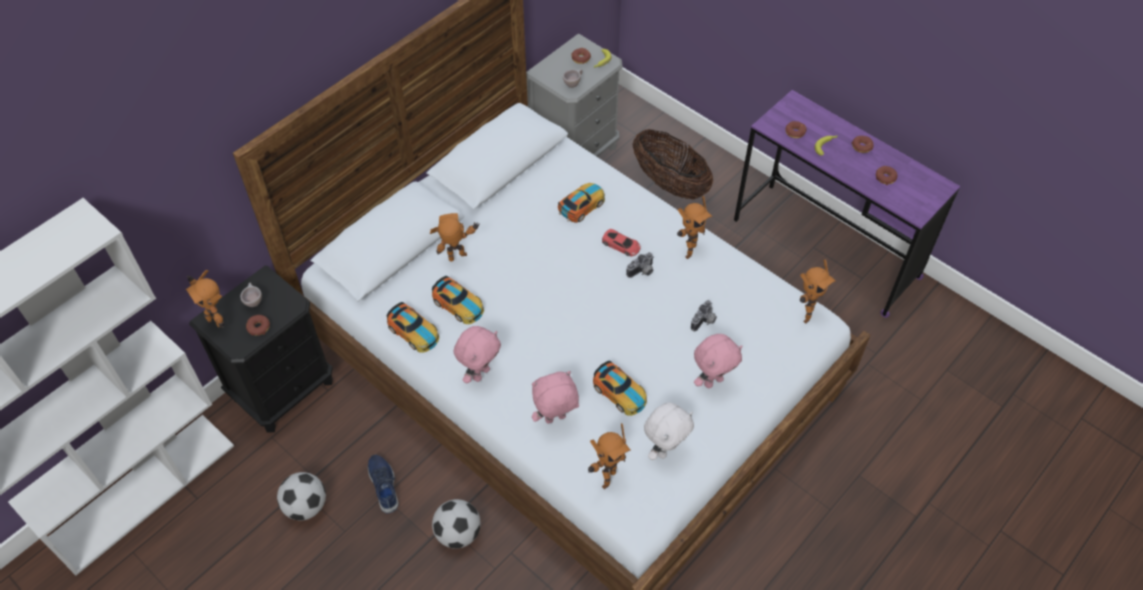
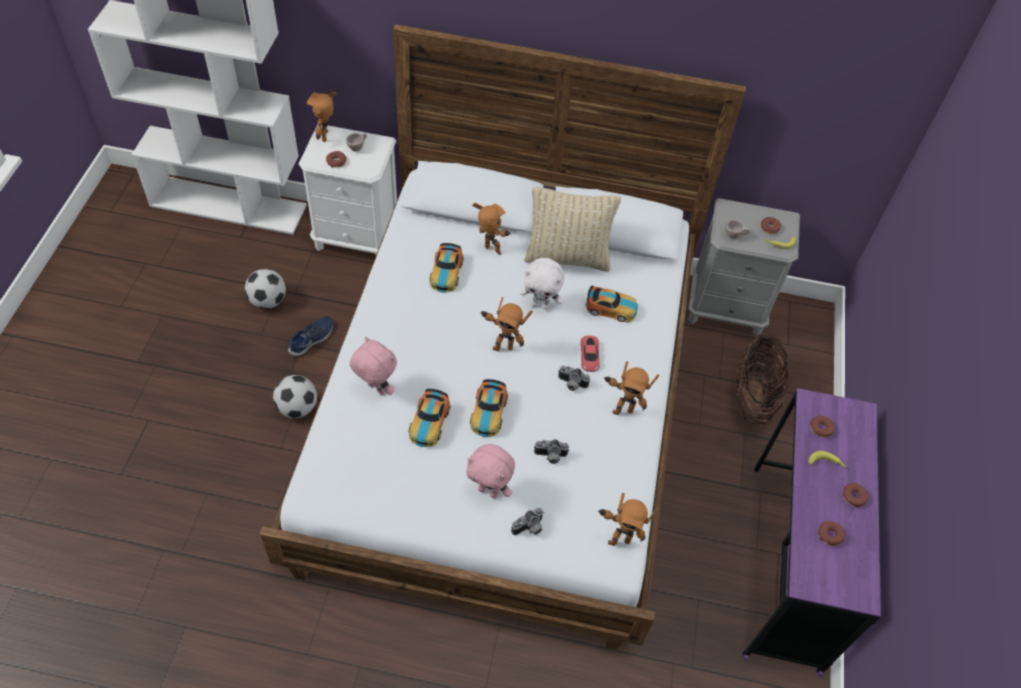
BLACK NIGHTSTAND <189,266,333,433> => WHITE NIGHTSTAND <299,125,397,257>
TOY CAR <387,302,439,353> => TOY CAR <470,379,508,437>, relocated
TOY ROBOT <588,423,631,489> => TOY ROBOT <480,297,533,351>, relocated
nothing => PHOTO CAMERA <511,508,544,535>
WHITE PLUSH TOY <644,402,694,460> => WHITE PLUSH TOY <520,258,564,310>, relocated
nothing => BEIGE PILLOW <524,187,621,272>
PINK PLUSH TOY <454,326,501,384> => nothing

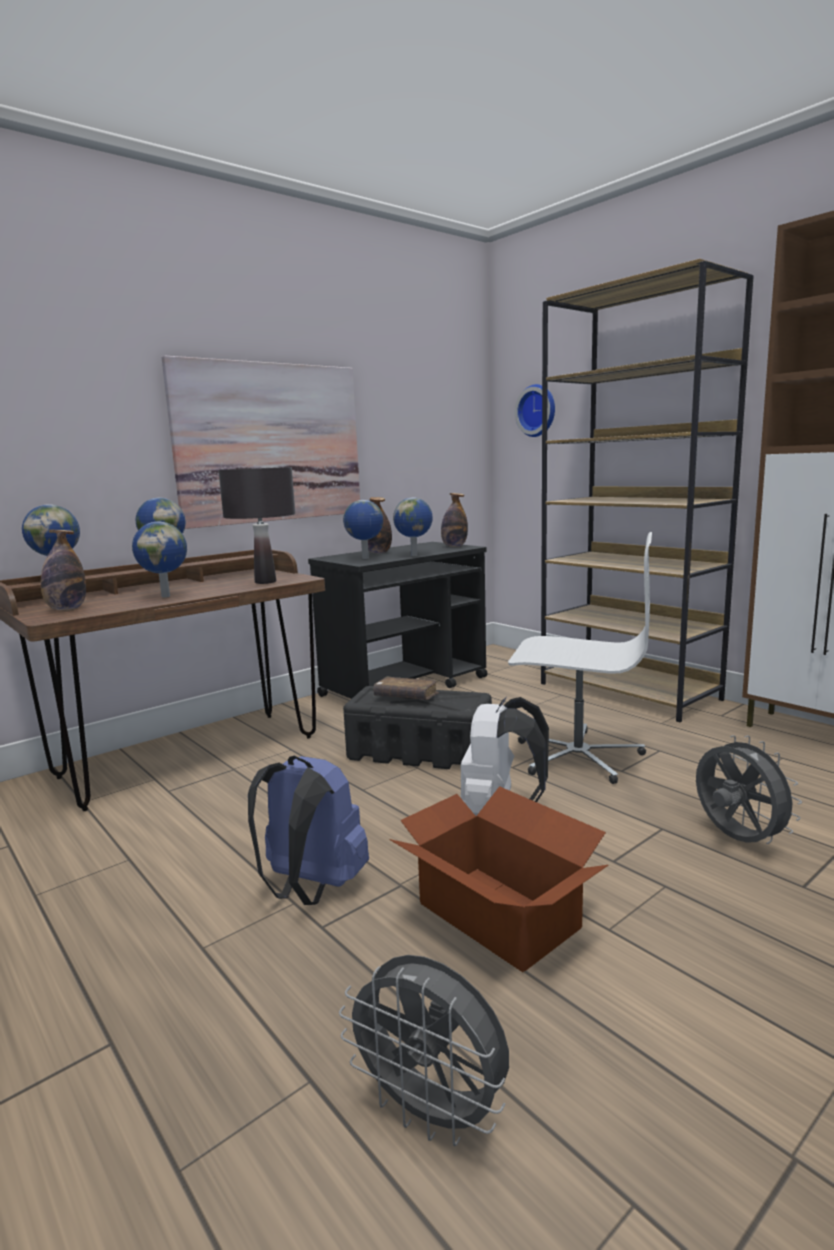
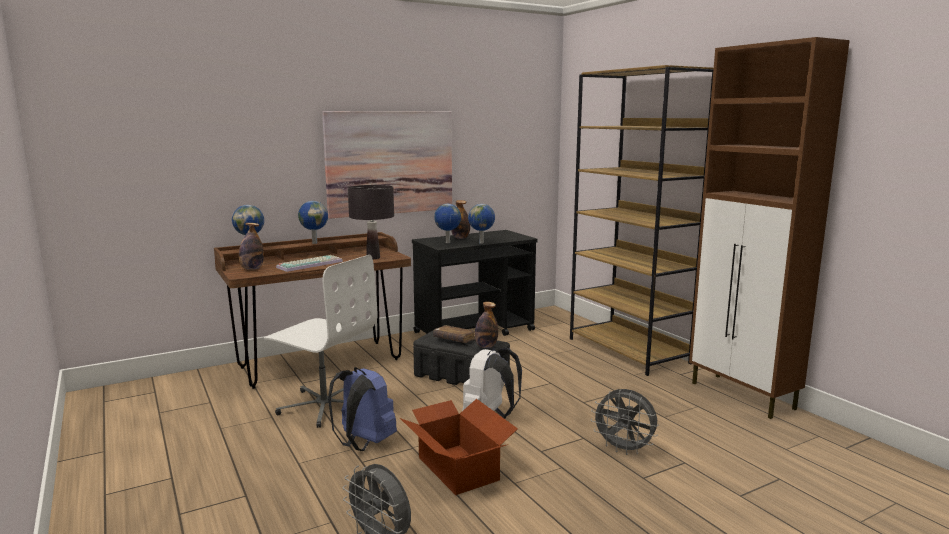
WHITE OFFICE CHAIR <508,532,652,784> => WHITE OFFICE CHAIR <264,255,378,428>, relocated
GLOBE <132,522,187,597> => KEYBOARD <276,255,343,272>
BOTTLE <441,493,468,547> => BOTTLE <475,302,498,348>, relocated
GREY FAN <696,735,802,844> => GREY FAN <591,389,658,455>, 135 degrees clockwise
WALL CLOCK <515,384,555,437> => nothing

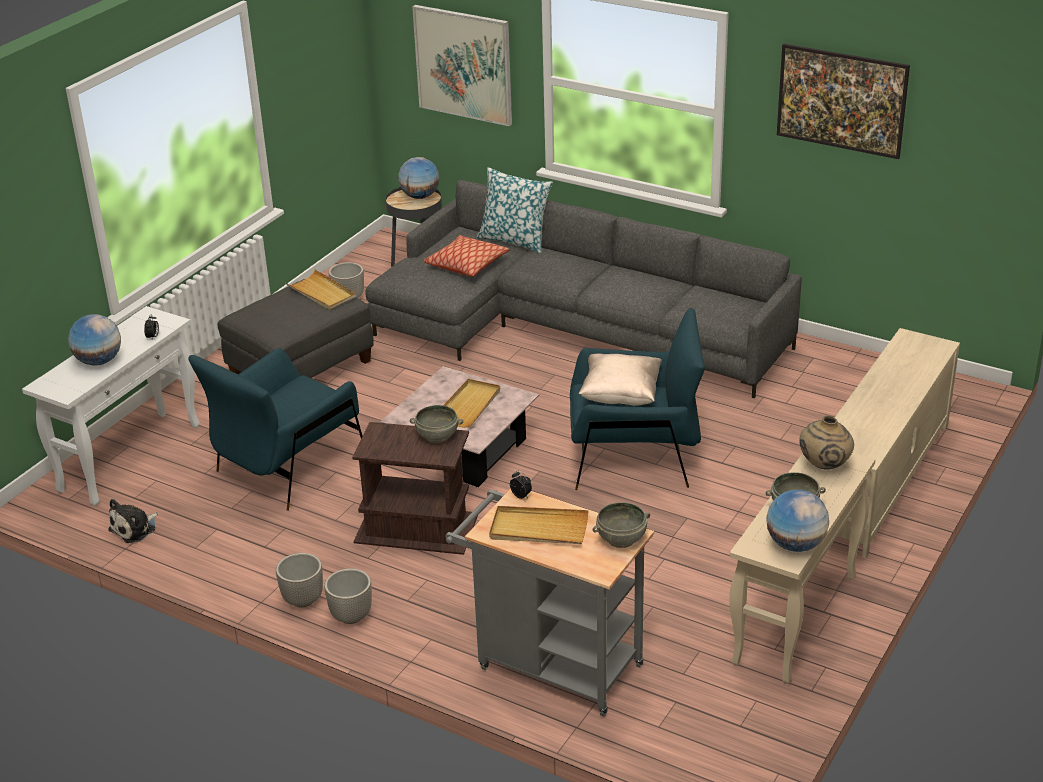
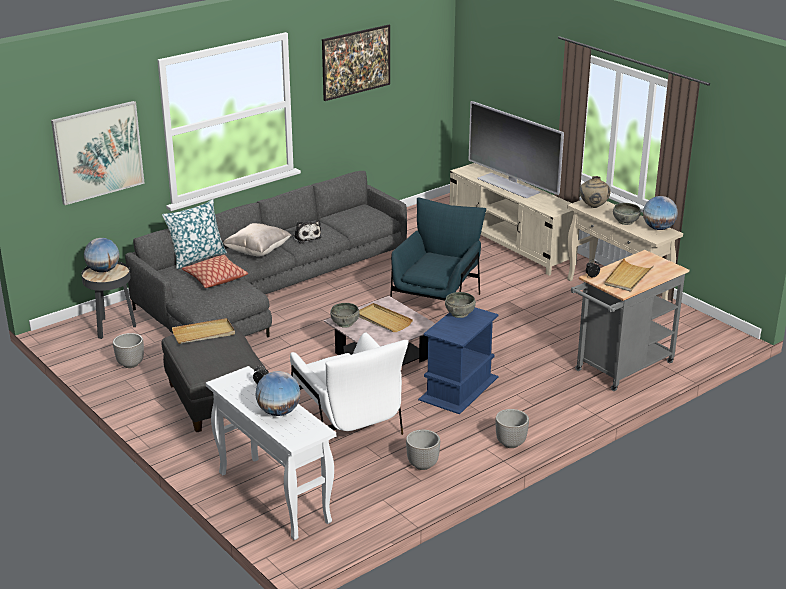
BEIGE PILLOW <578,354,662,405> => BEIGE PILLOW <223,223,292,257>, relocated
BLUE ARMCHAIR <188,348,362,511> => WHITE ARMCHAIR <290,332,408,435>
PLUSH TOY <108,499,158,543> => PLUSH TOY <293,220,321,244>, relocated
GREY BOWL <593,502,650,548> => GREY BOWL <330,303,360,328>, relocated
PLANTER <324,569,372,624> => PLANTER <406,430,440,470>, relocated
BROWN SIDE TABLE <352,422,478,555> => BLUE SIDE TABLE <418,307,499,414>
nothing => TELEVISION <469,101,564,198>

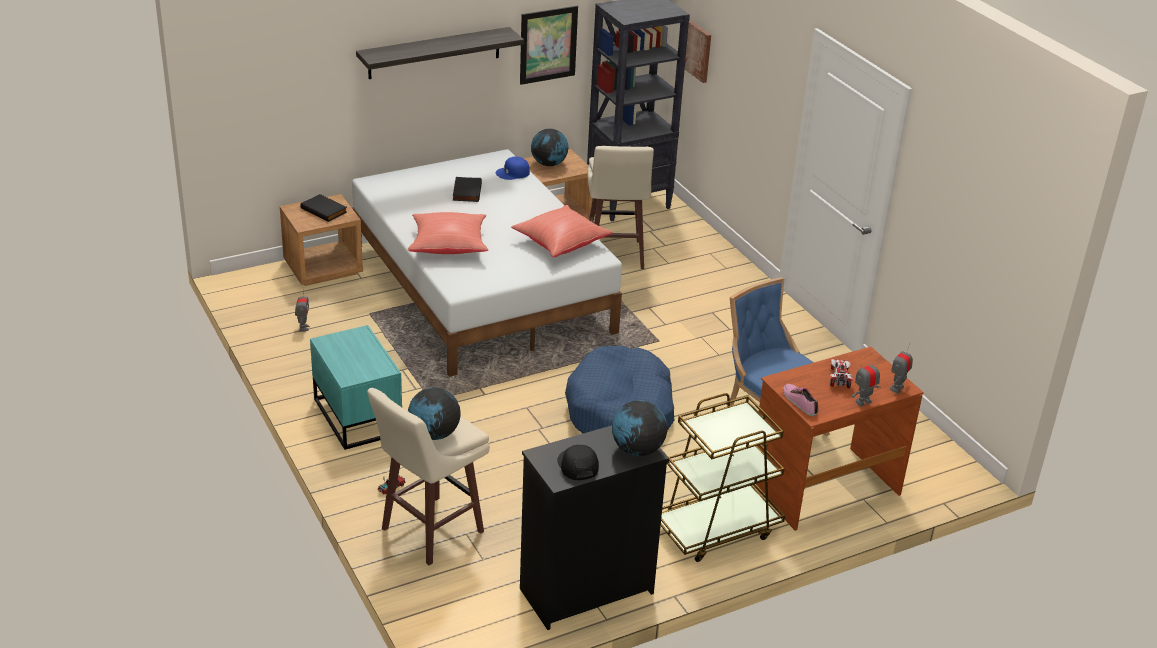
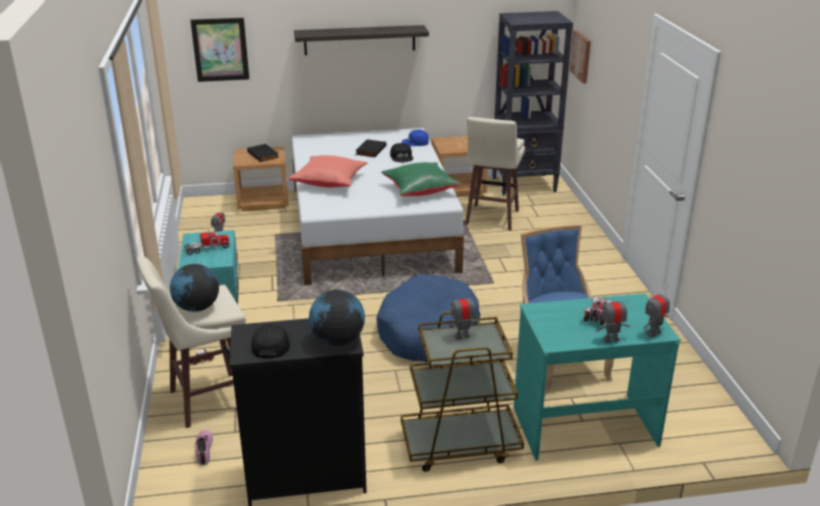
nothing => TOY TRUCK <183,229,230,255>
PICTURE <520,6,578,85> => PICTURE <190,18,249,82>, relocated
SHOE <783,384,819,416> => SHOE <196,430,213,466>, relocated
RED PILLOW <511,205,613,257> => GREEN PILLOW <381,162,462,196>
nothing => BLACK CAP <390,143,413,162>
nothing => TOY ROBOT <446,291,481,340>
BROWN DESK <753,347,924,531> => TURQUOISE DESK <514,293,681,460>
GLOBE <531,129,568,166> => nothing

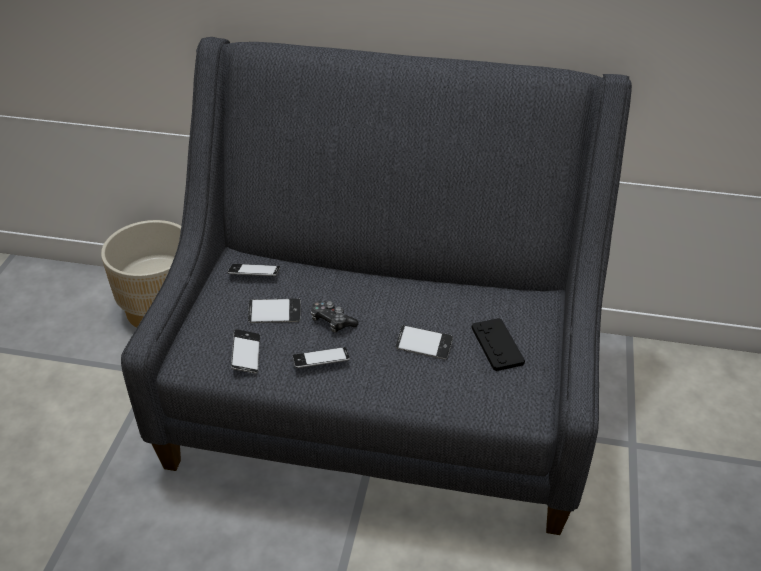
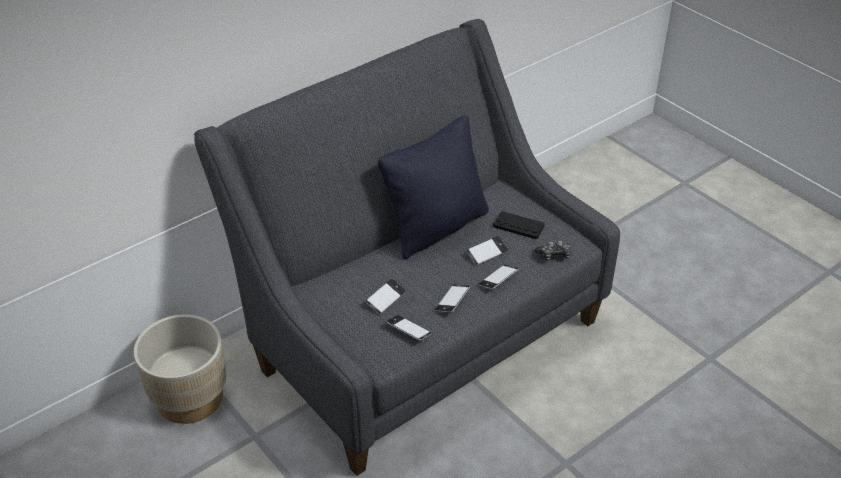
nothing => BLACK PILLOW <378,115,489,259>
PHONE <227,264,280,276> => PHONE <478,265,519,290>, relocated
GAME CONTROLLER <311,301,359,333> => GAME CONTROLLER <535,240,572,261>, relocated

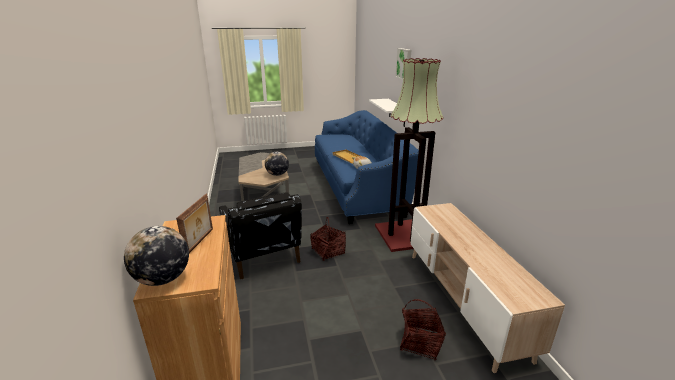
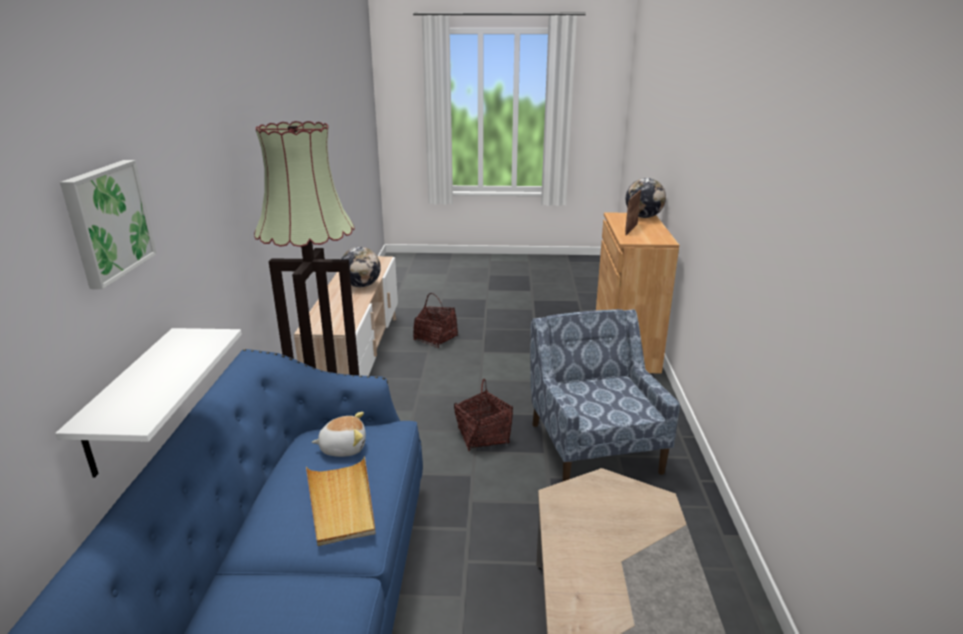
GLOBE <265,152,289,176> => GLOBE <341,247,381,287>, relocated
BLACK ARMCHAIR <219,192,302,279> => BLUE ARMCHAIR <530,309,680,481>

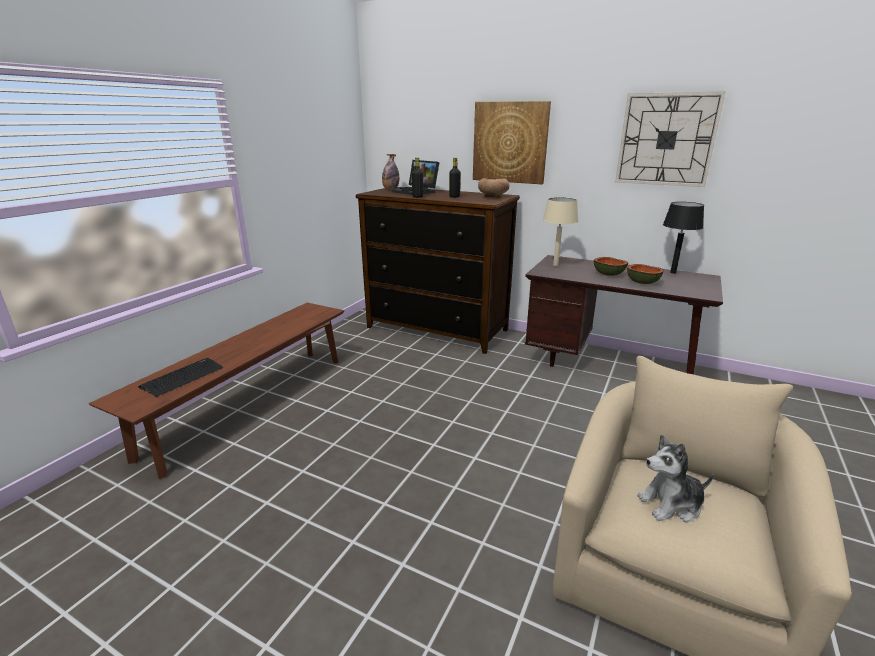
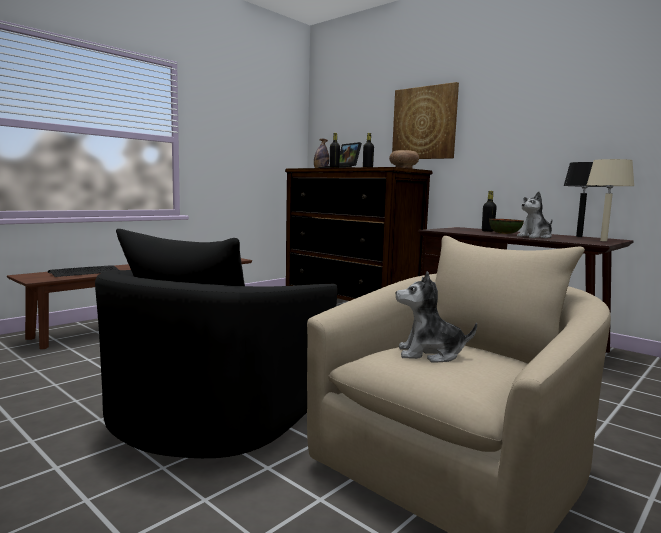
nothing => BLACK ARMCHAIR <95,229,338,458>
nothing => BLACK BOTTLE <482,191,497,232>
BOWL <627,264,664,284> => PLUSH TOY <517,192,552,238>
BEIGE TABLE LAMP <543,197,578,266> => BEIGE TABLE LAMP <587,159,635,241>, relocated
WALL CLOCK <615,91,726,187> => nothing

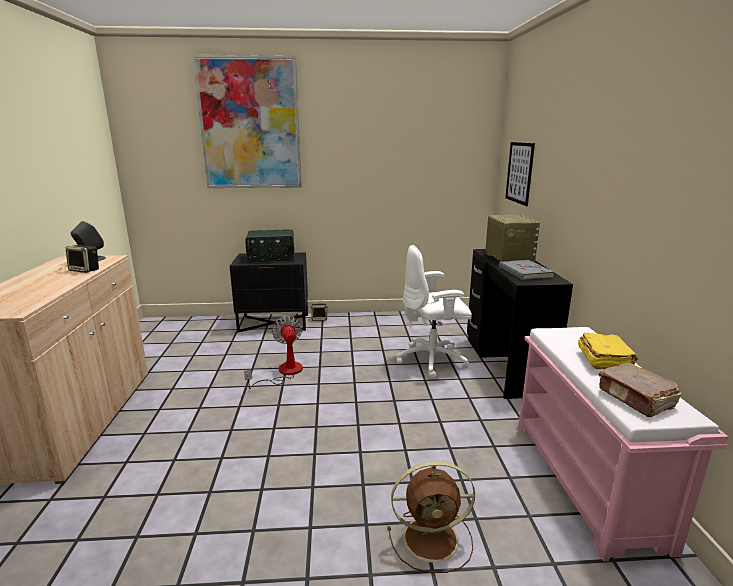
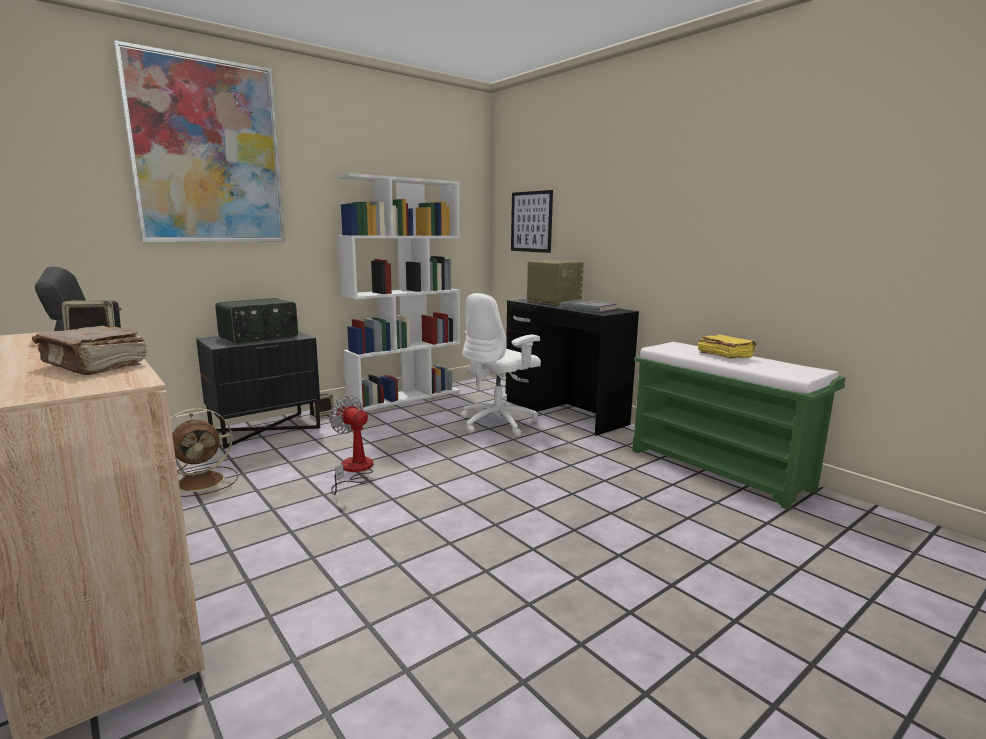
BROWN BOOK <598,363,681,417> => BROWN BOOK <32,326,147,375>, relocated
BROWN FAN <387,461,475,573> => BROWN FAN <170,408,238,497>, relocated
nothing => WHITE BOOKCASE <334,173,460,411>
PINK BENCH <518,327,728,561> => GREEN BENCH <632,342,845,510>

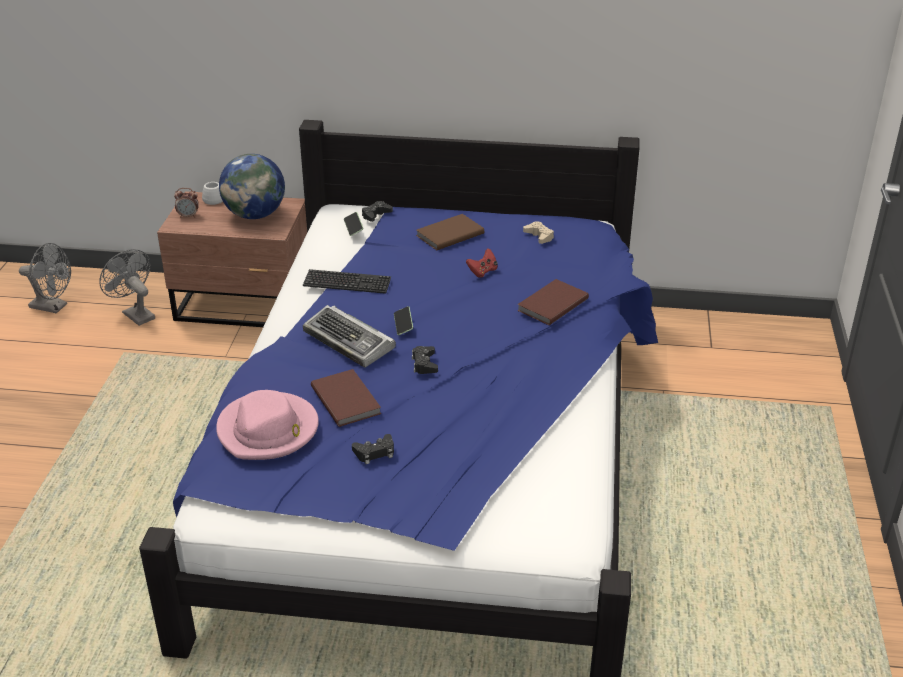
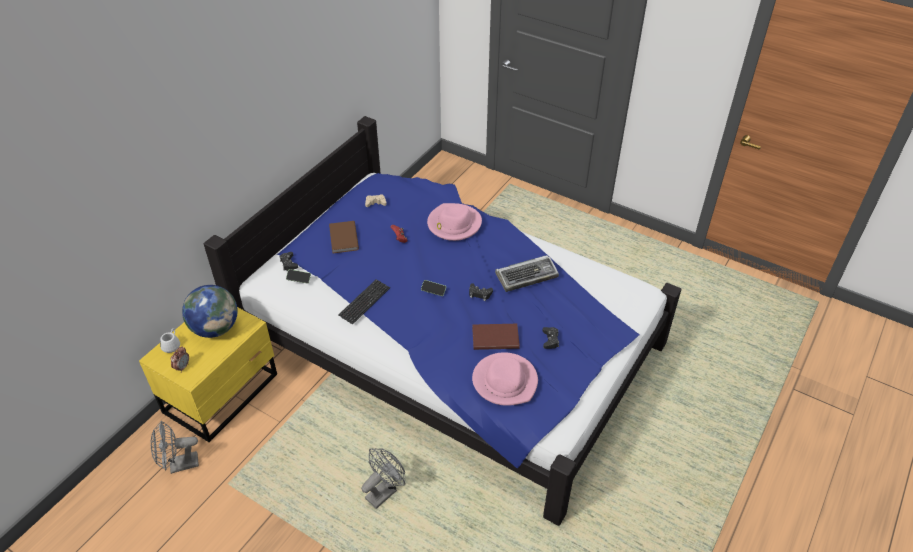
BROWN NIGHTSTAND <157,191,307,327> => YELLOW NIGHTSTAND <139,307,277,442>
GREY FAN <19,243,71,314> => GREY FAN <361,448,405,509>, relocated
BROWN BOOK <517,279,589,325> => PINK HAT <427,203,482,241>
KEYBOARD <303,305,396,368> => KEYBOARD <495,255,559,292>, relocated

